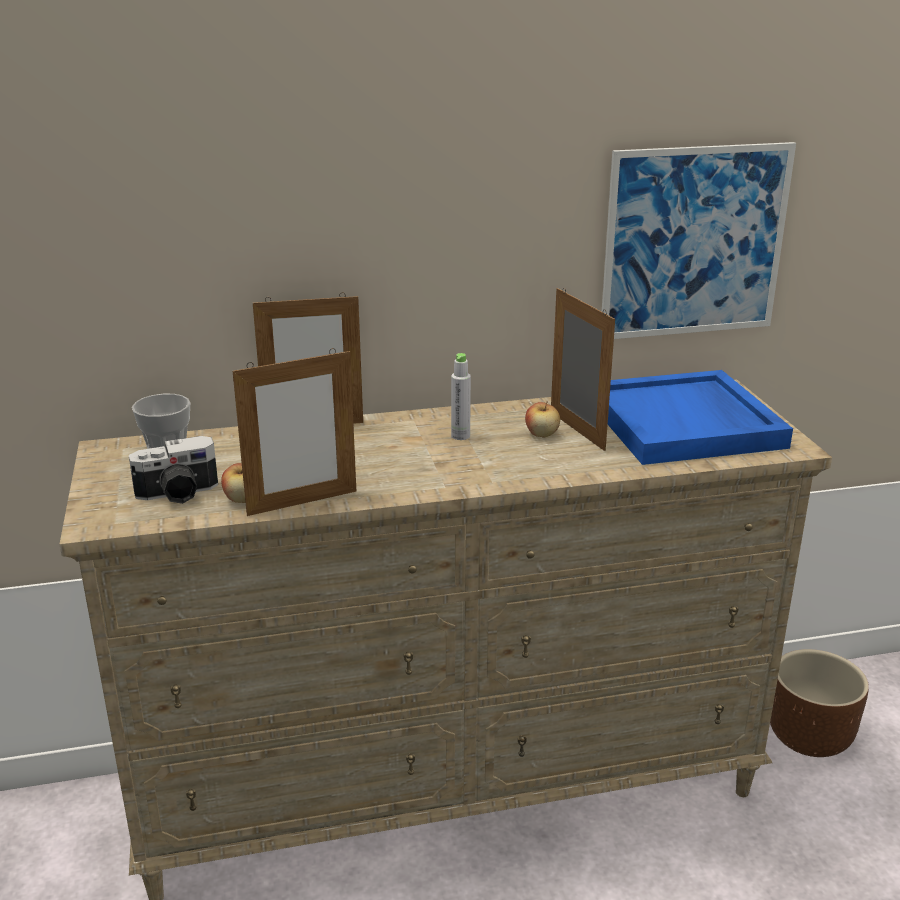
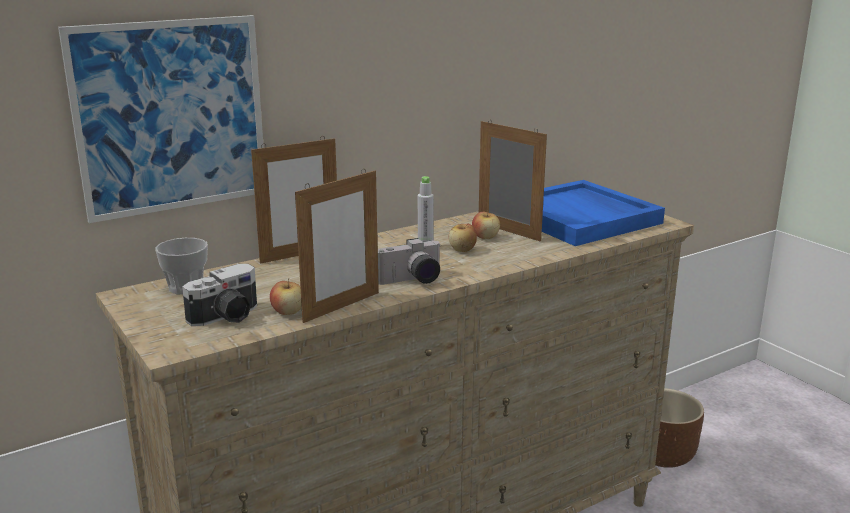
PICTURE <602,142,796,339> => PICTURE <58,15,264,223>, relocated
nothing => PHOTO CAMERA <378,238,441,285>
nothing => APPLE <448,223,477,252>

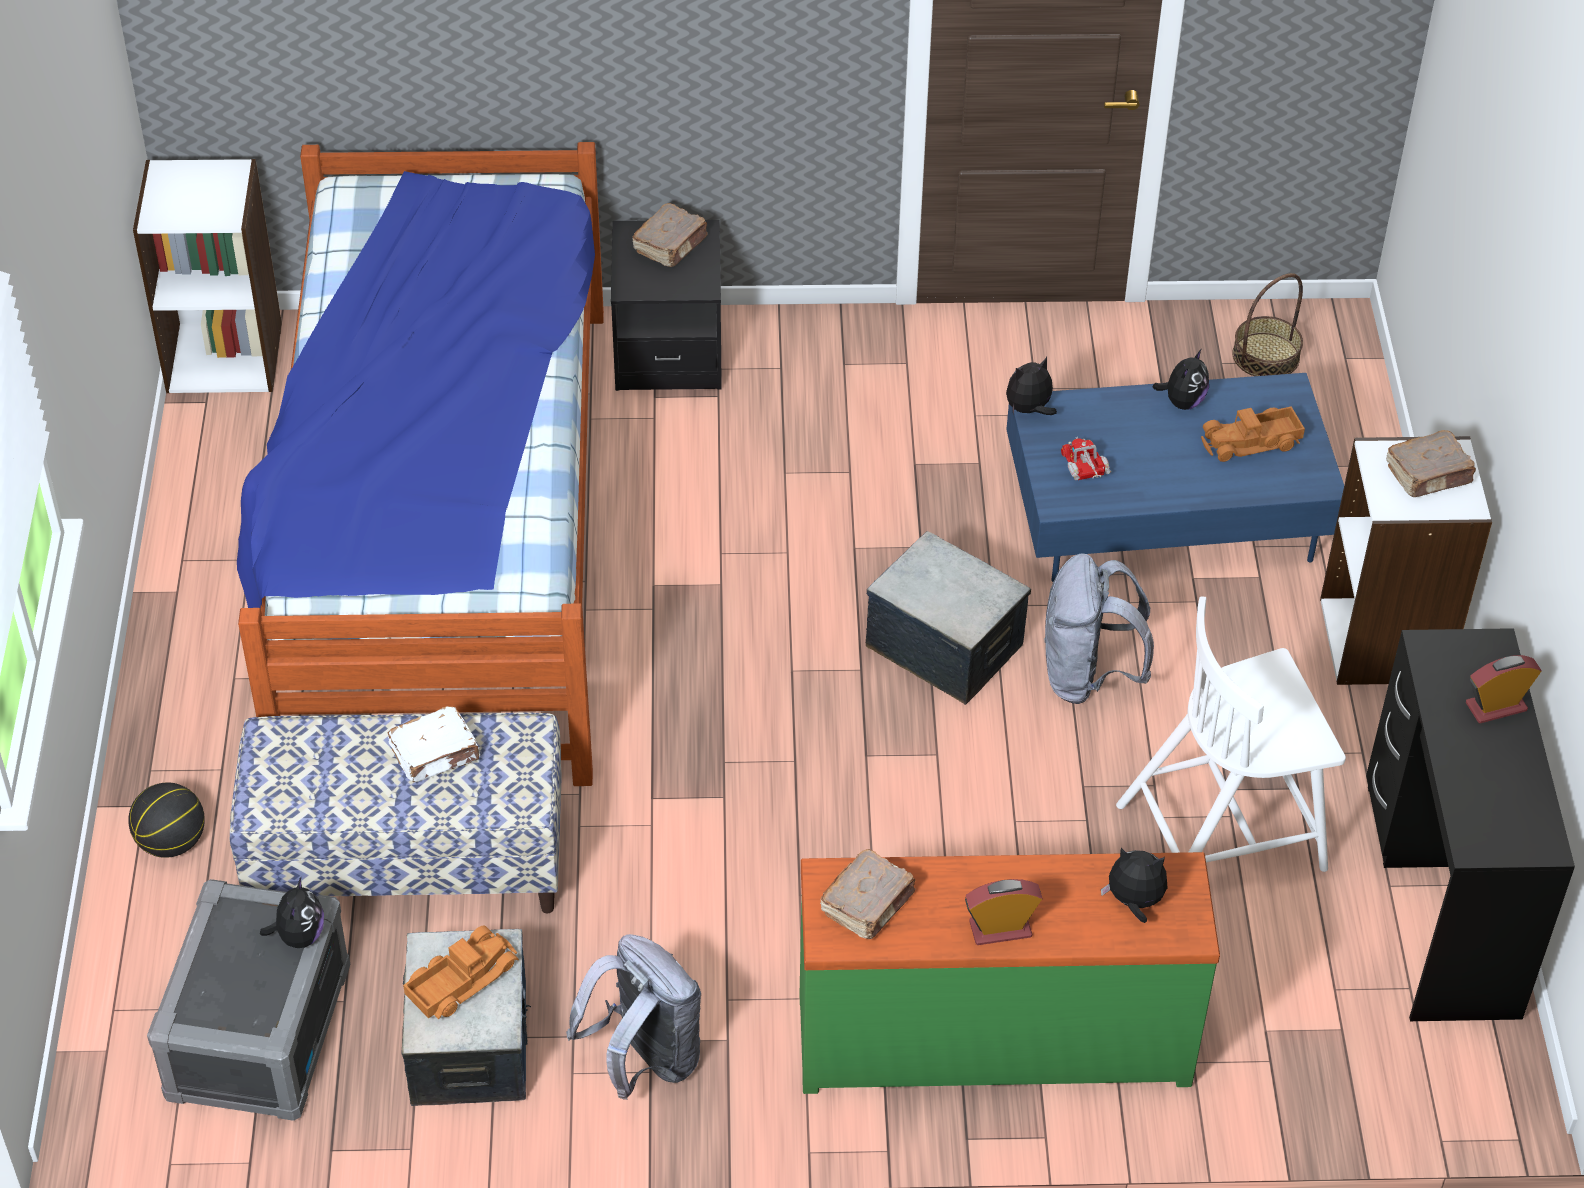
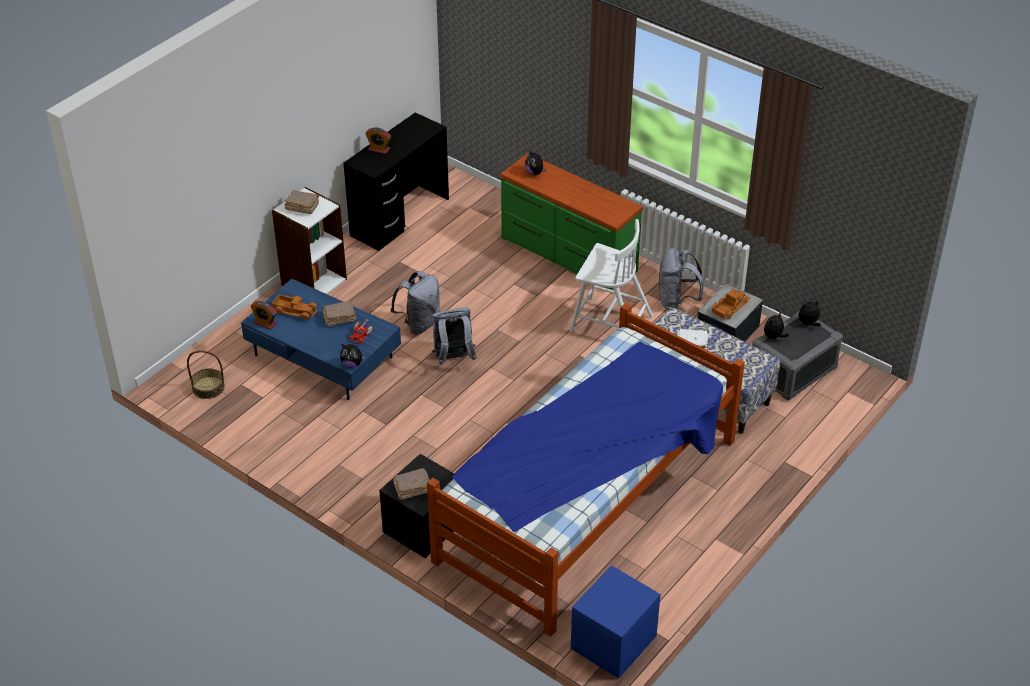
ALARM CLOCK <965,879,1043,945> => ALARM CLOCK <250,301,277,330>, relocated
BROWN BOOK <820,849,915,939> => BROWN BOOK <322,301,356,327>, relocated
STORAGE BOX <866,531,1031,705> => GREY BACKPACK <432,308,476,365>
WHITE CHAIR <1116,597,1346,872> => WHITE CHAIR <570,219,653,332>, relocated
WHITE BOOKCASE <133,159,282,393> => BLUE NIGHTSTAND <571,565,661,679>
TOY TRUCK <403,926,519,1019> => TOY TRUCK <711,289,750,319>, 135 degrees clockwise
PLUSH TOY <1153,349,1209,410> => PLUSH TOY <798,300,821,326>, relocated
BASKETBALL <128,783,205,858> => nothing

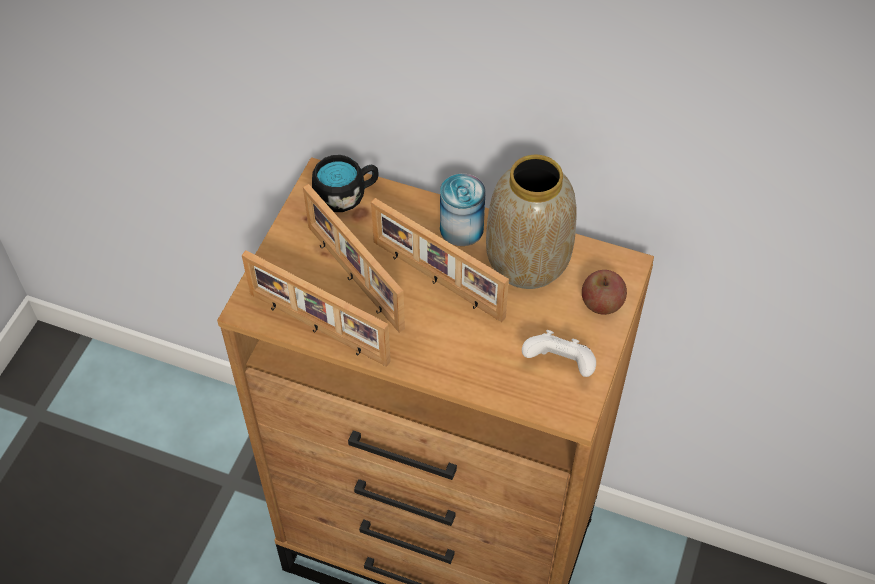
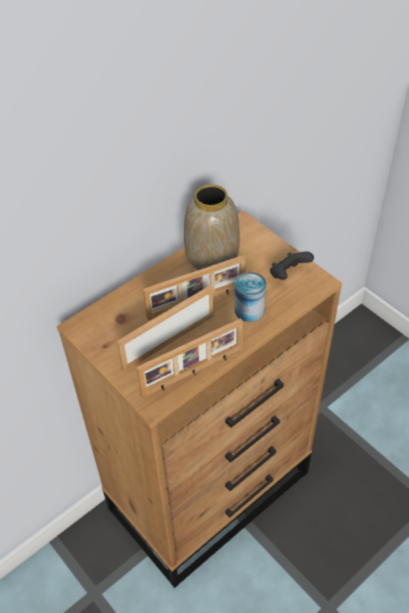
PICTURE FRAME <303,184,405,333> => PICTURE FRAME <116,285,213,372>, 150 degrees clockwise
CAN <440,174,486,246> => CAN <235,272,266,322>, relocated
WHITE GAME CONTROLLER <522,330,596,377> => BLACK GAME CONTROLLER <270,252,314,280>
BLACK MUG <312,155,379,212> => nothing
APPLE <582,270,627,315> => nothing

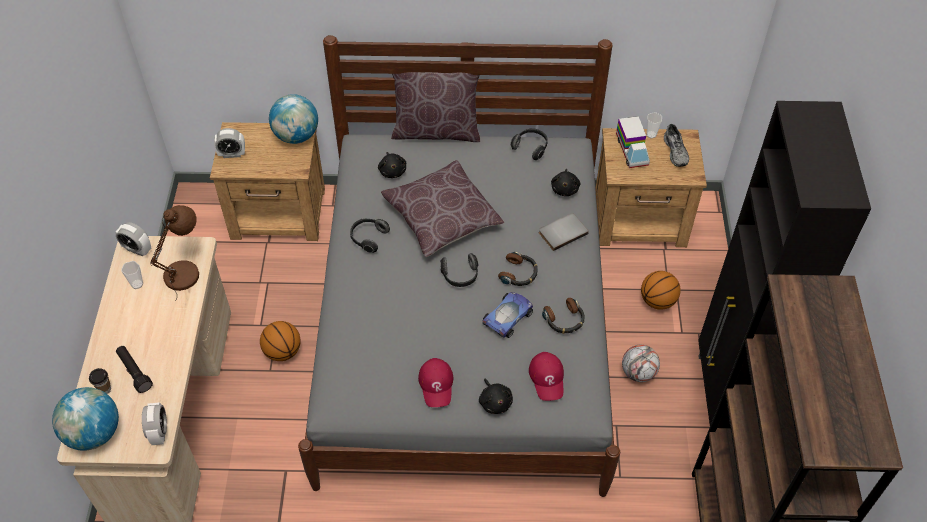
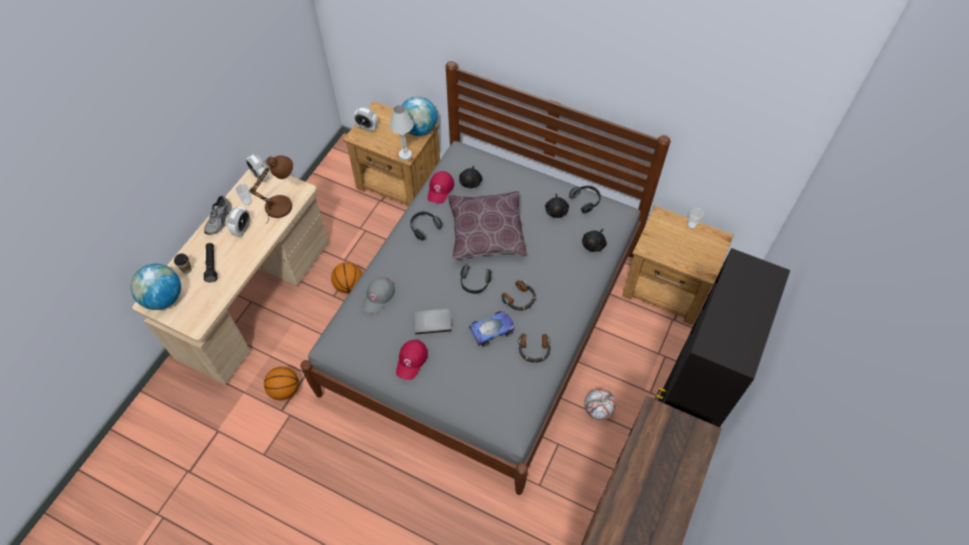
GREY SHOE <664,124,689,167> => GREY SHOE <204,196,232,235>, relocated
ALARM CLOCK <142,403,167,445> => ALARM CLOCK <227,207,251,238>, relocated
BASKETBALL <641,271,681,310> => BASKETBALL <264,366,299,400>, relocated
nothing => GREY CAP <362,277,395,314>
nothing => WHITE TABLE LAMP <390,105,413,161>
GREY BOOK <539,213,589,251> => GREY BOOK <414,308,452,335>, relocated
RED CAP <529,352,564,401> => RED CAP <428,171,454,204>, relocated
BLACK PLUSH TOY <479,378,513,414> => BLACK PLUSH TOY <545,194,569,218>, relocated
BROWN PILLOW <391,72,480,142> => nothing
TOY TRUCK <616,116,650,168> => nothing

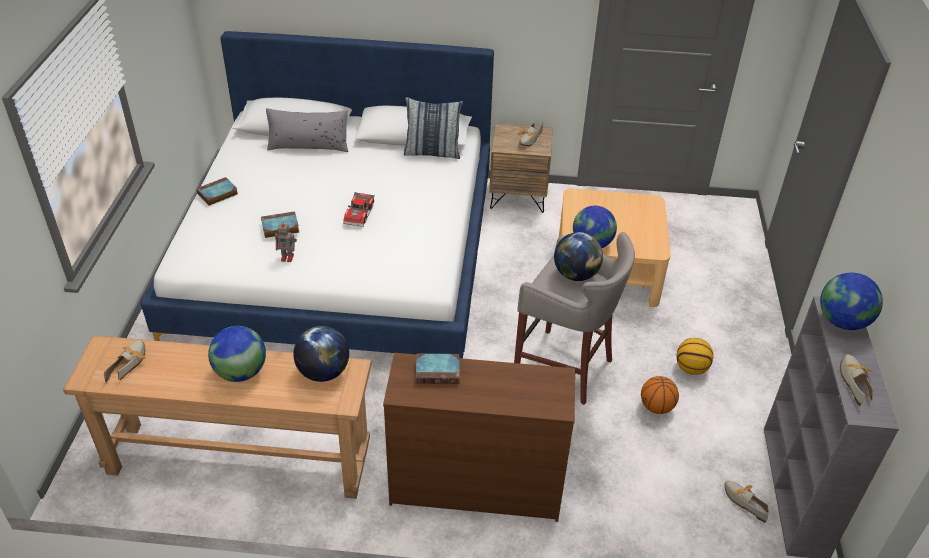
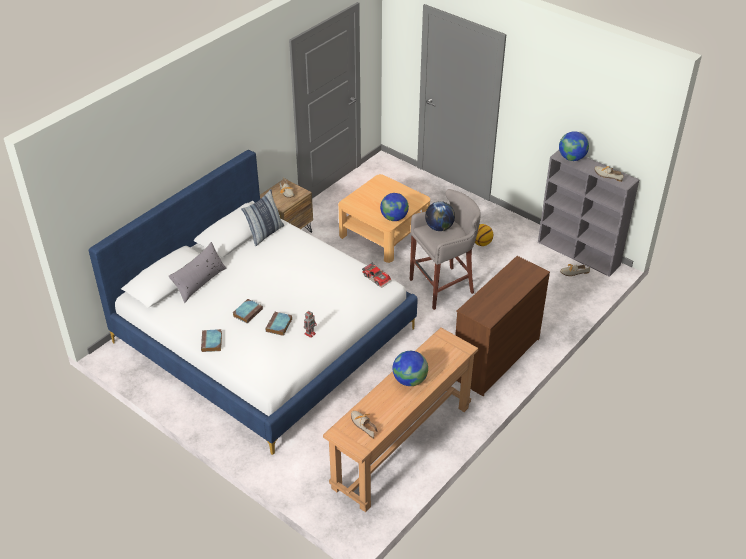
BOOK <416,354,460,384> => BOOK <233,299,263,323>, relocated
TOY CAR <343,192,374,227> => TOY CAR <362,262,392,288>, relocated
GLOBE <293,326,349,382> => nothing
BASKETBALL <641,376,679,414> => nothing

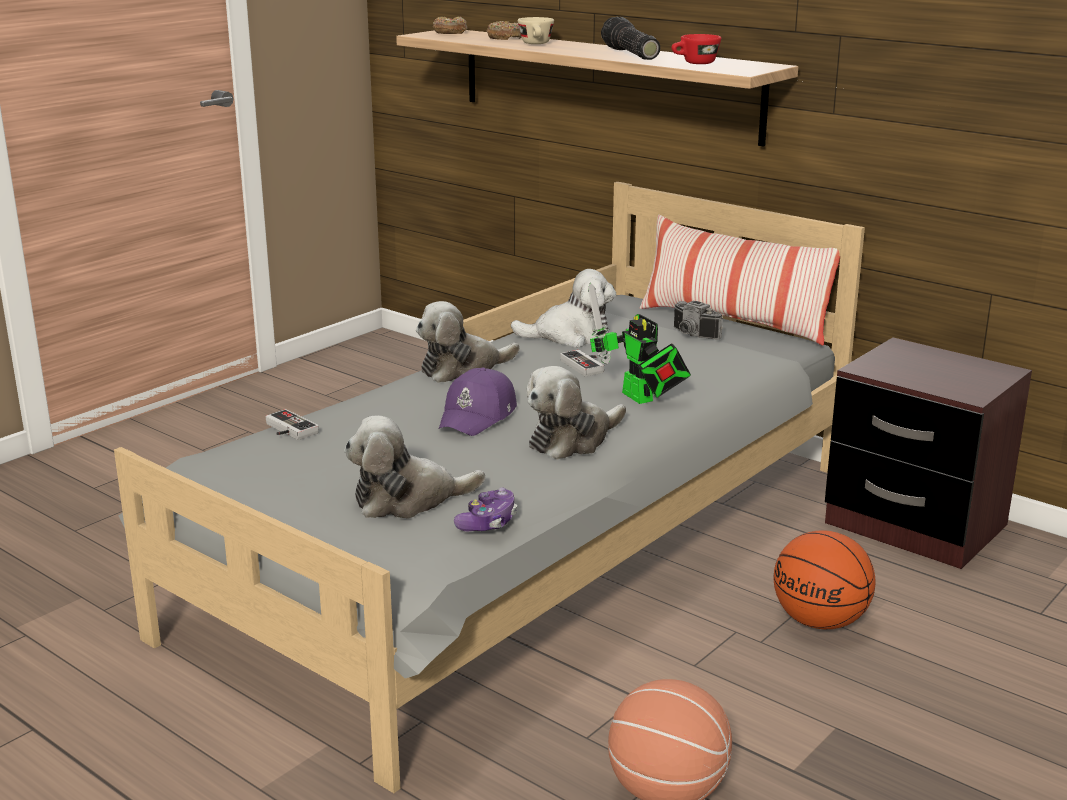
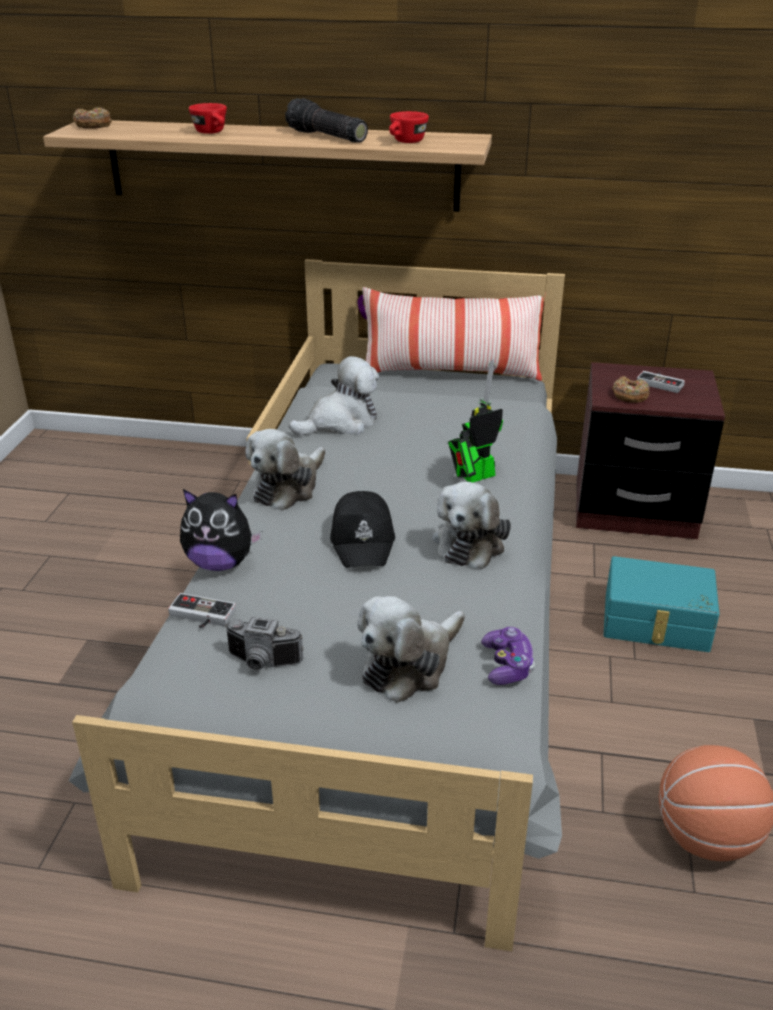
nothing => PLUSH TOY <180,489,262,571>
BEIGE CUP <518,17,554,44> => RED CUP <189,103,227,134>
PHOTO CAMERA <674,301,723,340> => PHOTO CAMERA <225,617,303,671>, relocated
PURPLE CAP <439,368,517,436> => BLACK CAP <330,491,395,568>
TOY ROBOT <588,283,691,404> => TOY ROBOT <448,359,503,482>, 120 degrees clockwise
BASKETBALL <773,530,876,629> => TURQUOISE STORAGE BOX <603,556,719,652>
DONUT <486,21,522,40> => DONUT <612,376,650,403>, relocated
GAME CONTROLLER <560,350,604,377> => GAME CONTROLLER <637,371,685,393>, relocated

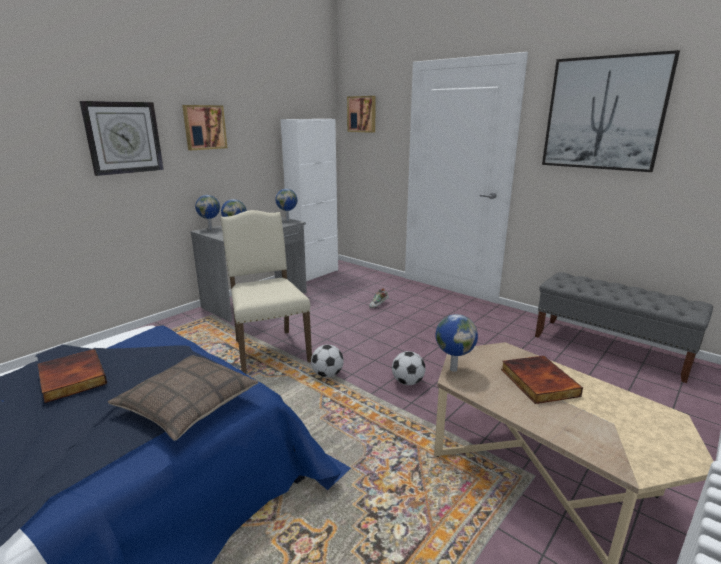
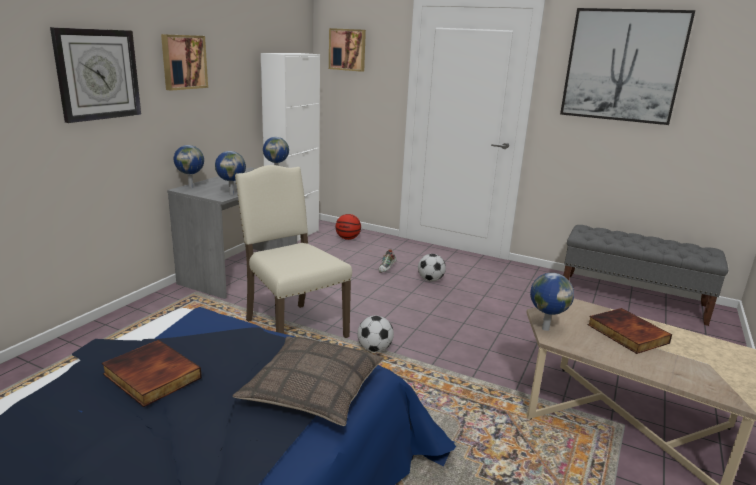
nothing => BASKETBALL <335,214,361,240>
FOOTBALL <392,351,425,385> => FOOTBALL <418,254,446,282>, relocated

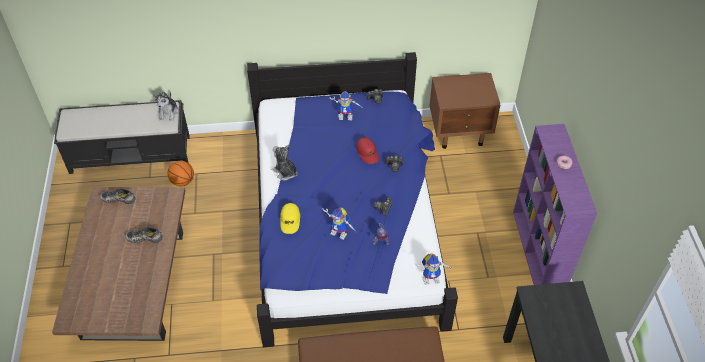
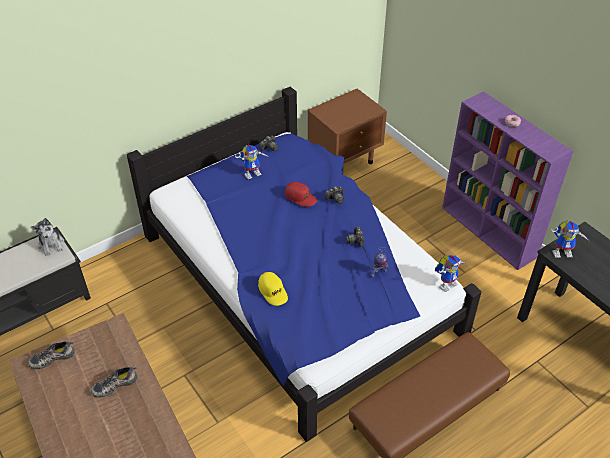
TOY ROBOT <322,207,356,240> => TOY ROBOT <551,220,589,258>, relocated
BASKETBALL <167,161,194,186> => nothing
PLUSH TOY <272,144,298,180> => nothing

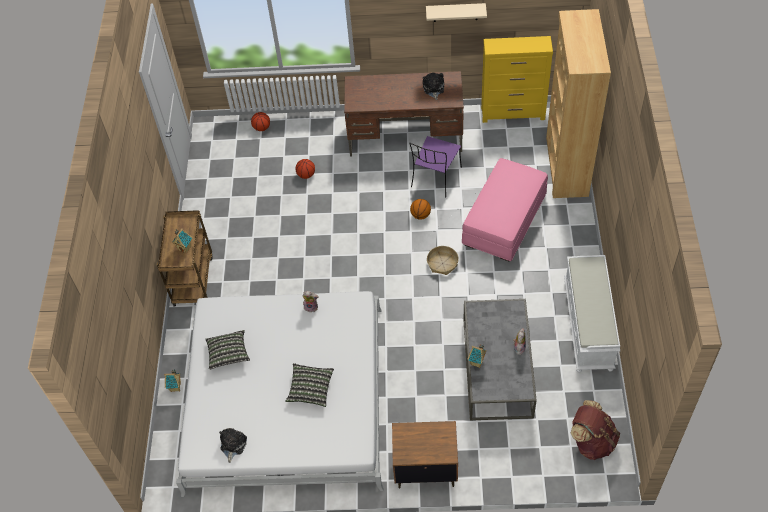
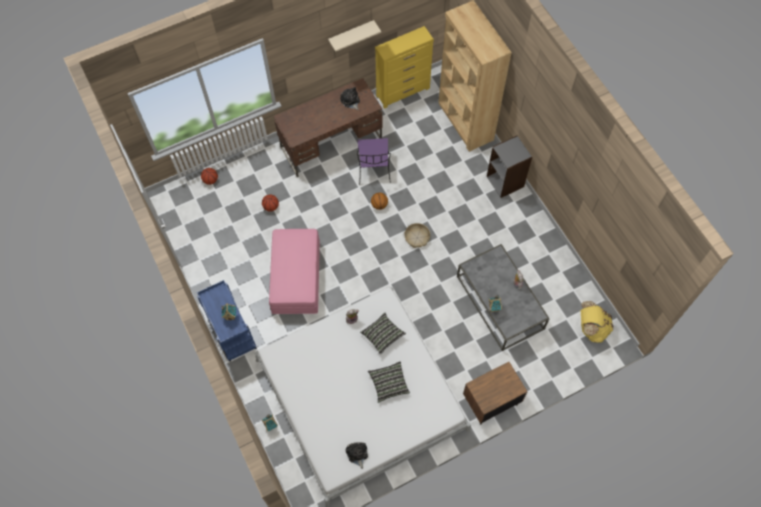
BROWN CART <157,210,212,307> => BLUE CART <197,280,257,362>
PINK OTTOMAN <462,158,548,262> => PINK OTTOMAN <269,229,320,314>, relocated
PILLOW <205,330,250,370> => PILLOW <360,312,406,354>, relocated
nothing => GREY BOOKCASE <487,136,533,198>
BROWN BACKPACK <571,400,620,460> => YELLOW BACKPACK <581,301,613,343>
WHITE BENCH <564,255,620,373> => nothing

